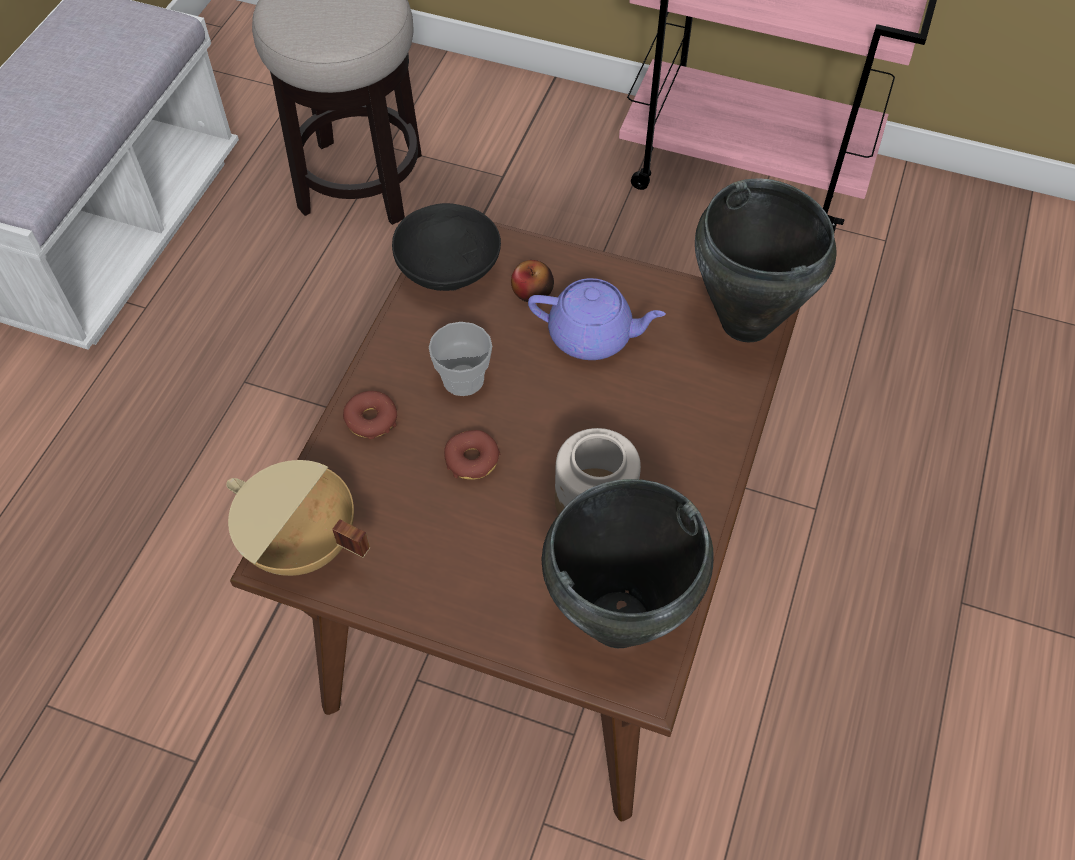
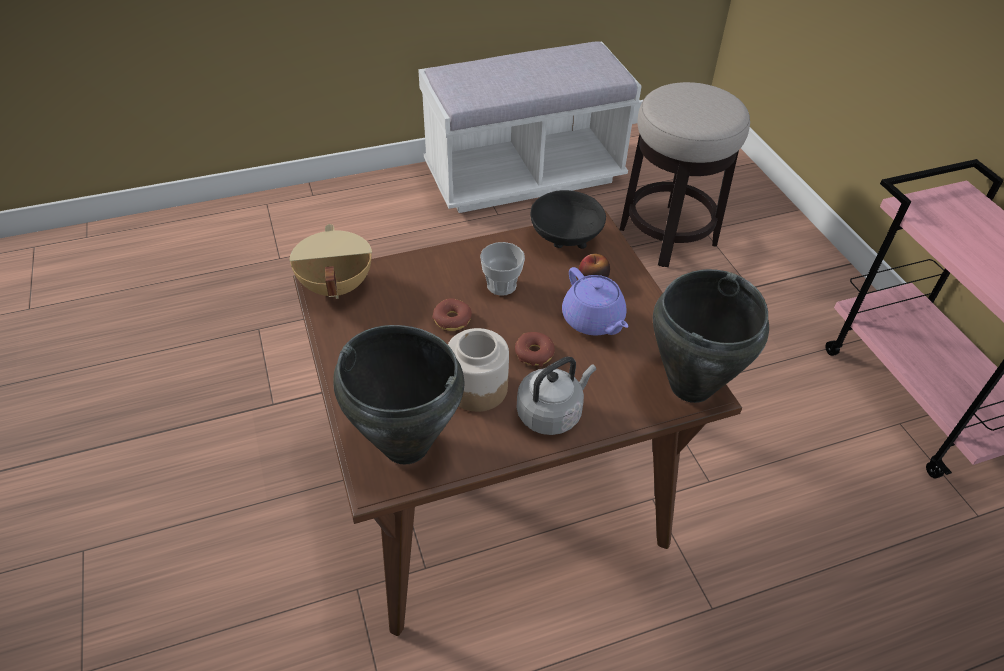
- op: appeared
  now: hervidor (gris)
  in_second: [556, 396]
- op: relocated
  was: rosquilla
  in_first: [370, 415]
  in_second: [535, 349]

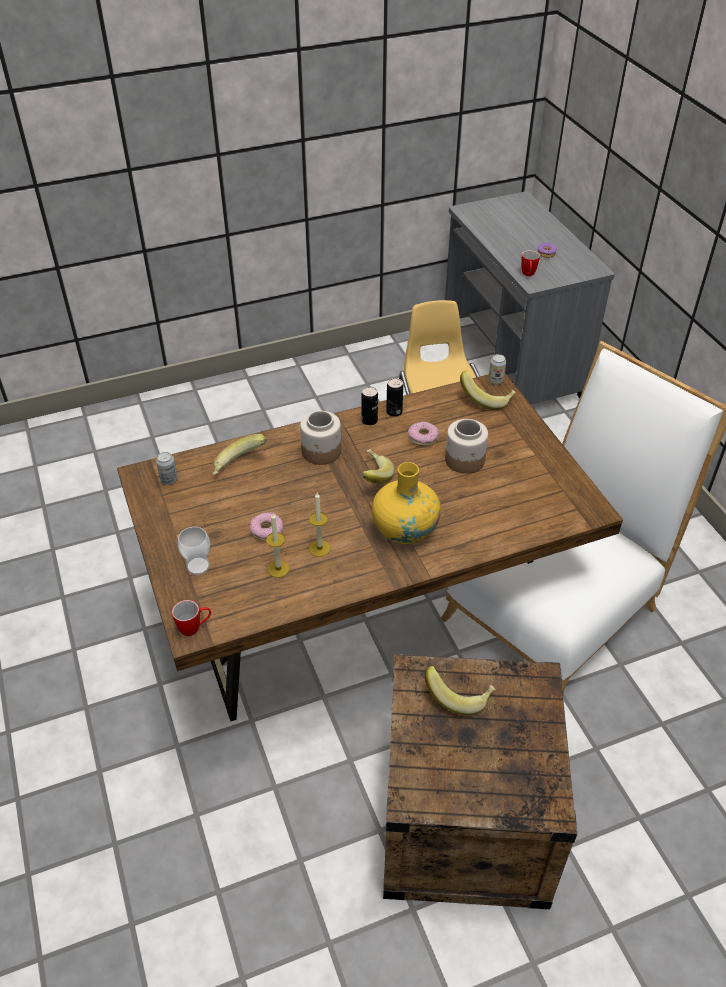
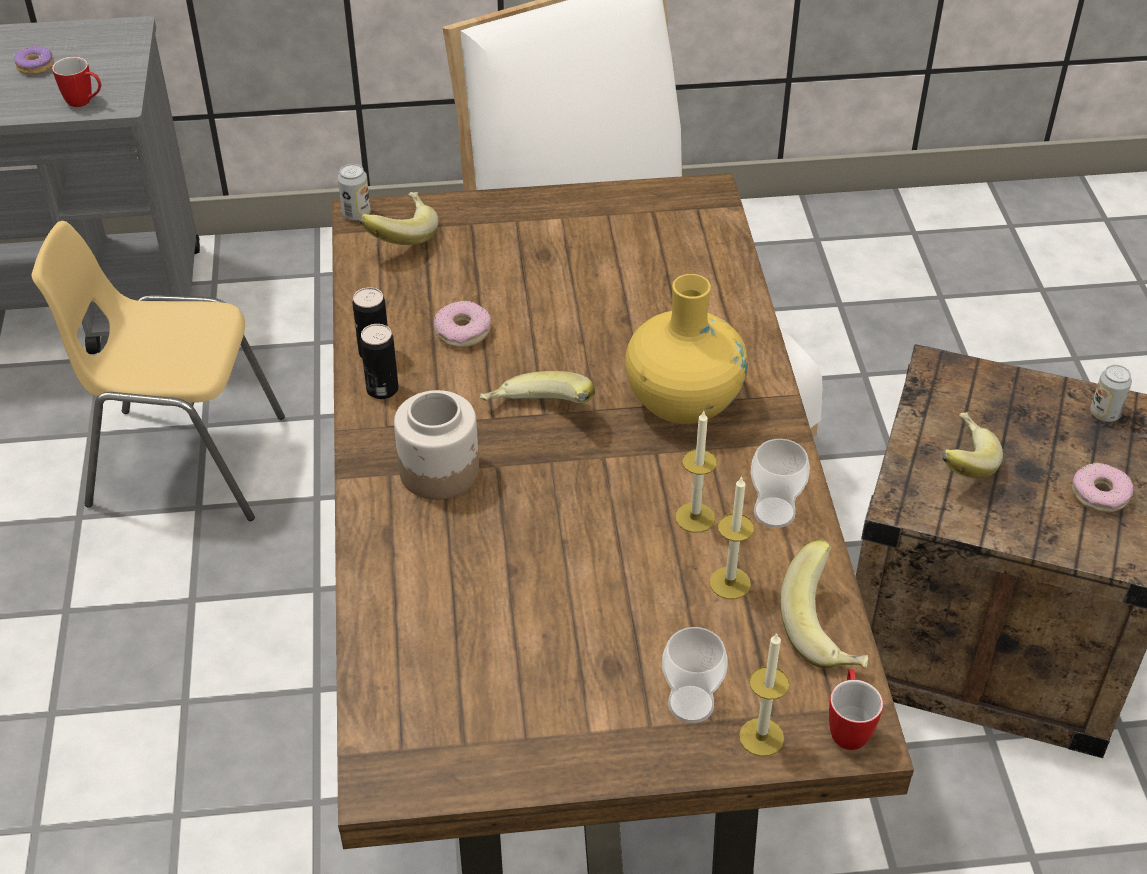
- op: missing
  was: tarro
  in_first: [466, 446]
- op: appeared
  now: vela
  in_second: [764, 694]
- op: appeared
  now: taza
  in_second: [780, 483]
- op: relocated
  was: lata
  in_first: [167, 468]
  in_second: [1111, 393]
- op: relocated
  was: plátano
  in_first: [239, 454]
  in_second: [824, 603]
- op: relocated
  was: rosquilla
  in_first: [266, 526]
  in_second: [1102, 488]

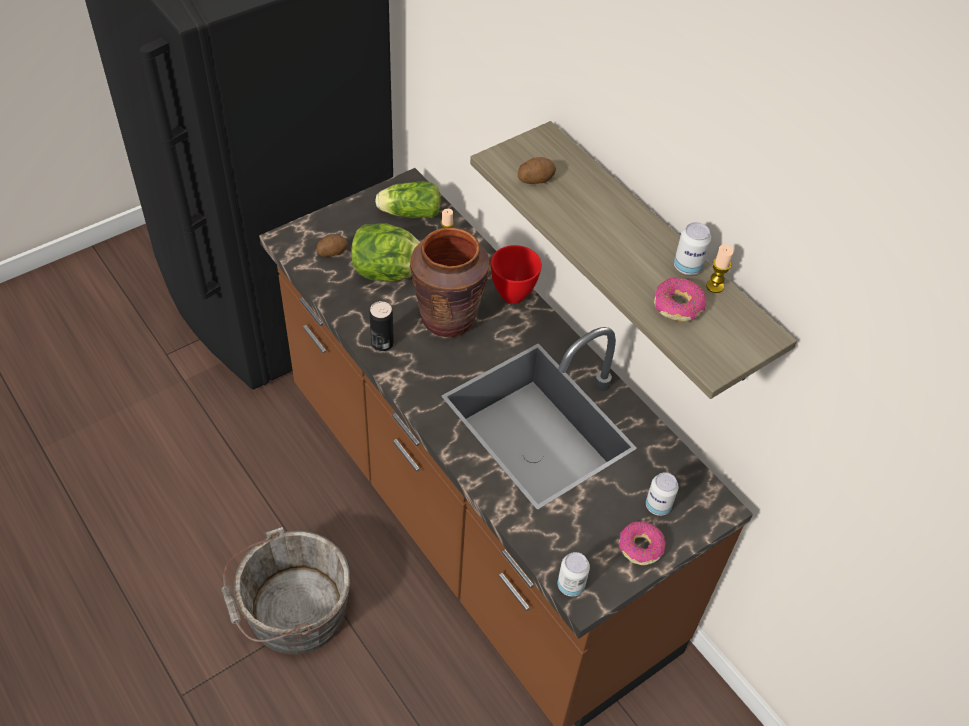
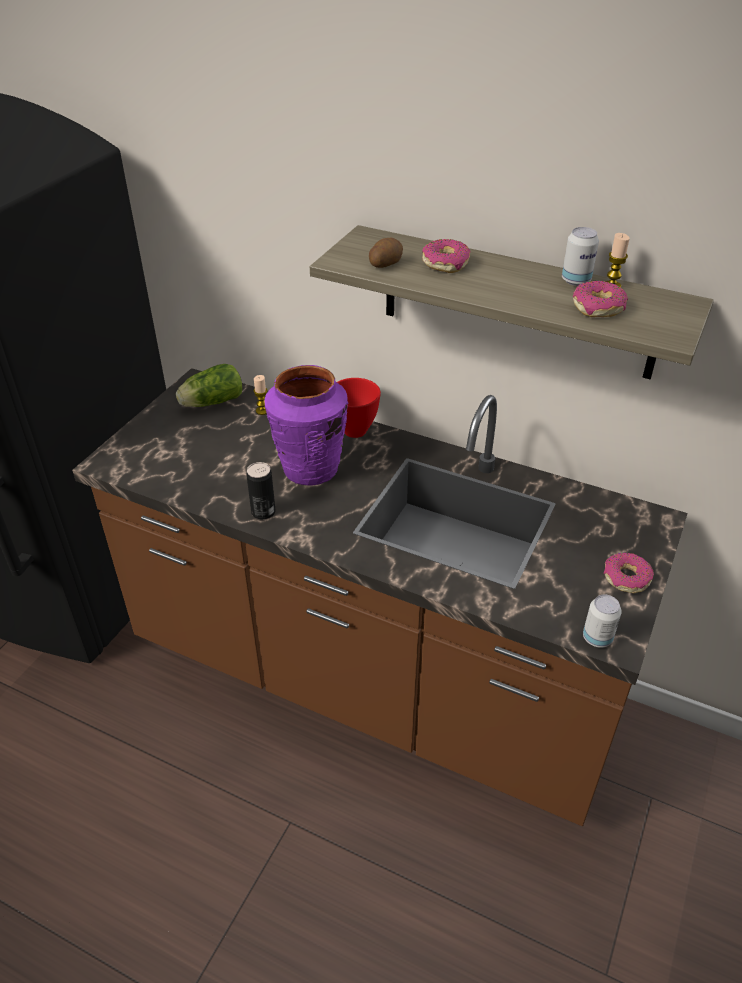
- op: missing
  was: cubo (gris)
  in_first: [285, 590]
- op: missing
  was: patata
  in_first: [332, 246]
- op: missing
  was: lechuga
  in_first: [385, 252]
- op: missing
  was: lata
  in_first: [662, 494]
- op: appeared
  now: rosquilla
  in_second: [446, 256]
- op: colour
  was: florero (marrón)
  now: florero (morado)
  in_first: [449, 282]
  in_second: [307, 425]

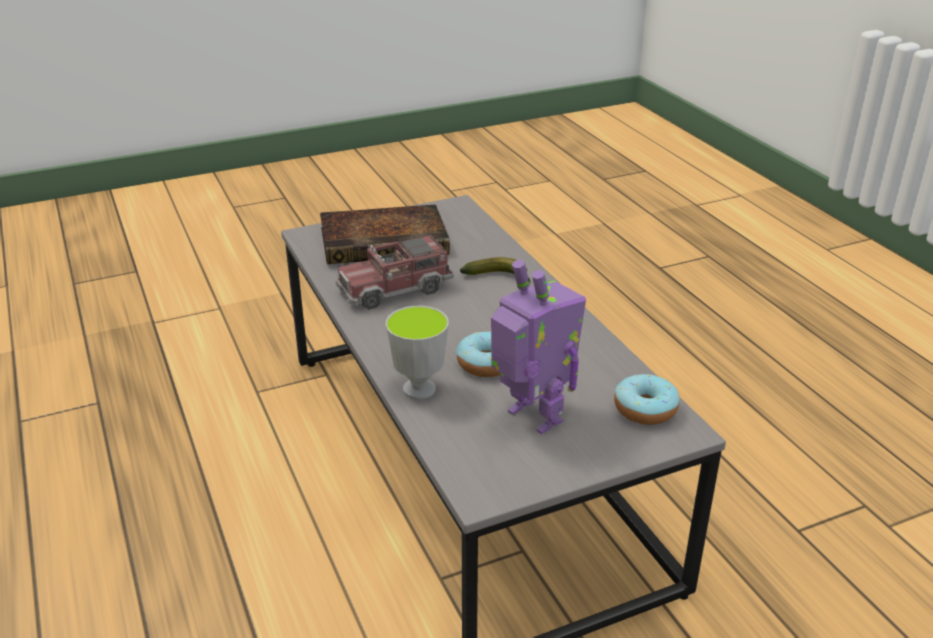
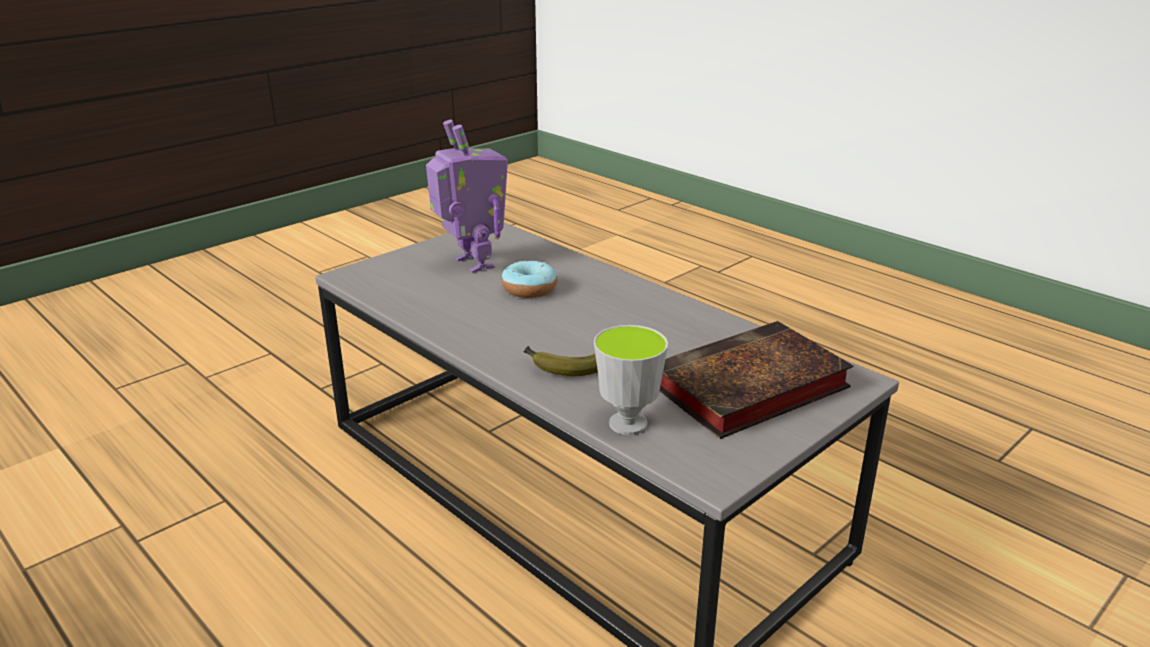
- op: missing
  was: camión de juguete
  in_first: [395, 271]
- op: missing
  was: rosquilla
  in_first: [646, 399]
- op: relocated
  was: taza
  in_first: [417, 352]
  in_second: [631, 380]
- op: spun
  was: robot de juguete
  in_first: [538, 347]
  in_second: [467, 196]
  clockwise: -150

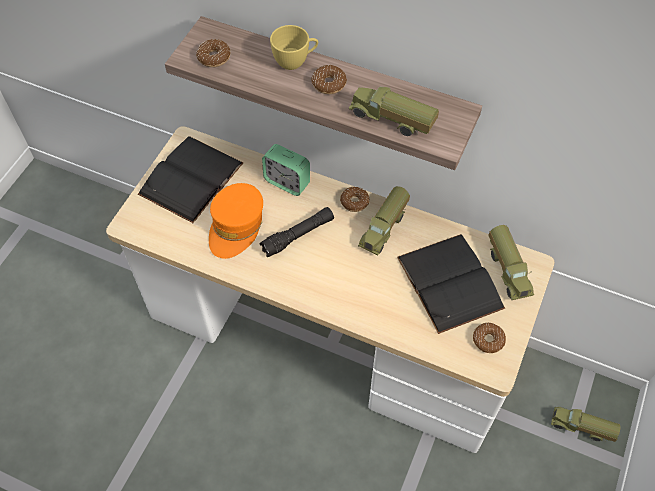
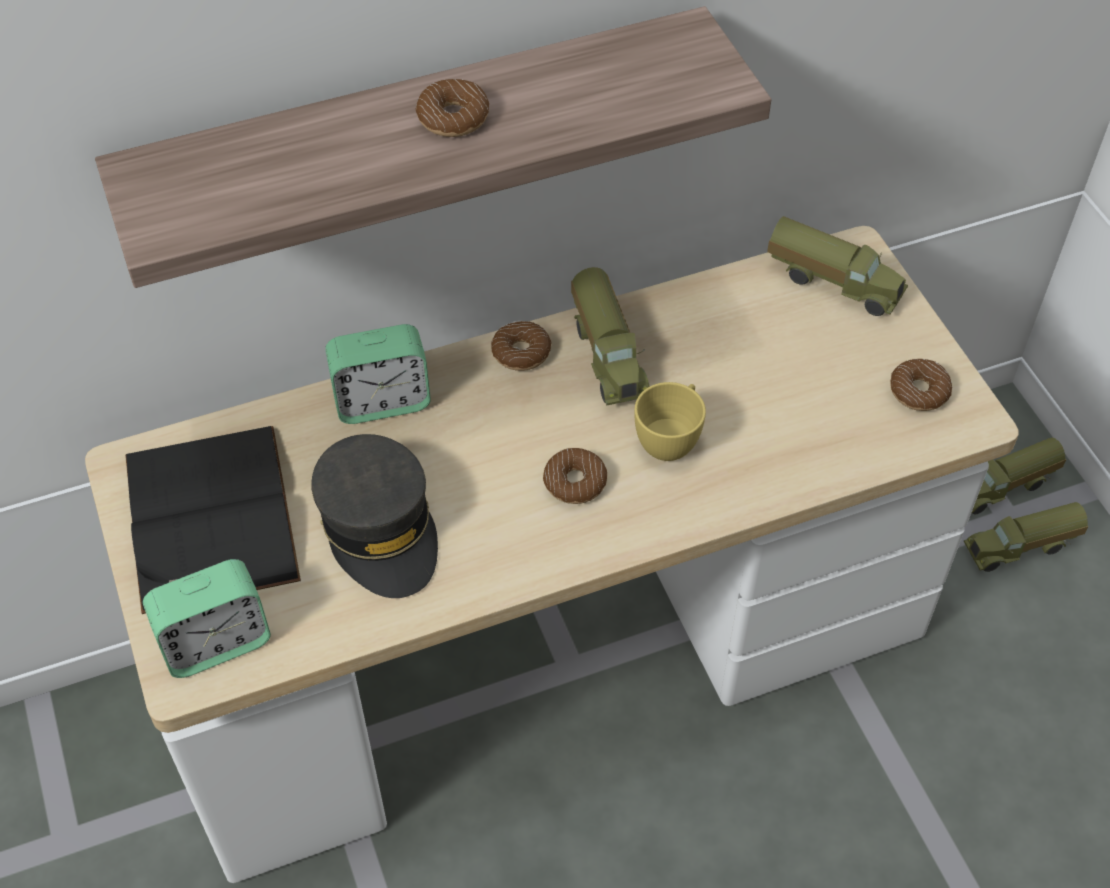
- op: missing
  was: linterna (negro)
  in_first: [297, 232]
- op: missing
  was: libro (negro)
  in_first: [451, 284]
- op: appeared
  now: despertador
  in_second: [207, 618]
- op: relocated
  was: rosquilla
  in_first: [213, 53]
  in_second: [575, 476]
- op: relocated
  was: taza (amarillo)
  in_first: [294, 47]
  in_second: [670, 421]
- op: relocated
  was: camión de juguete
  in_first: [394, 111]
  in_second: [1026, 537]
- op: colour
  was: gorra (naranja)
  now: gorra (gris)
  in_first: [236, 221]
  in_second: [374, 516]

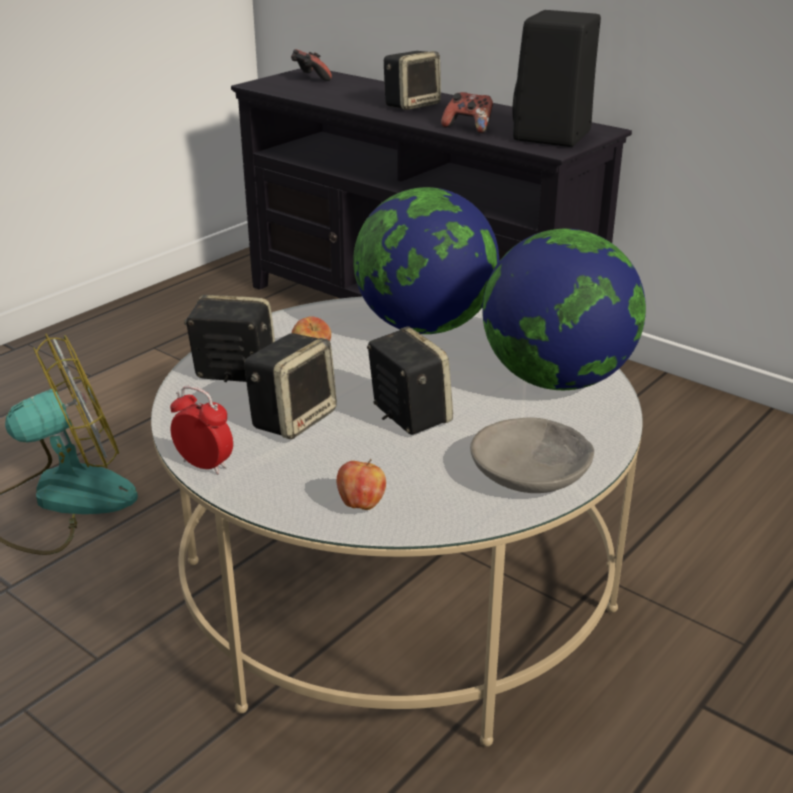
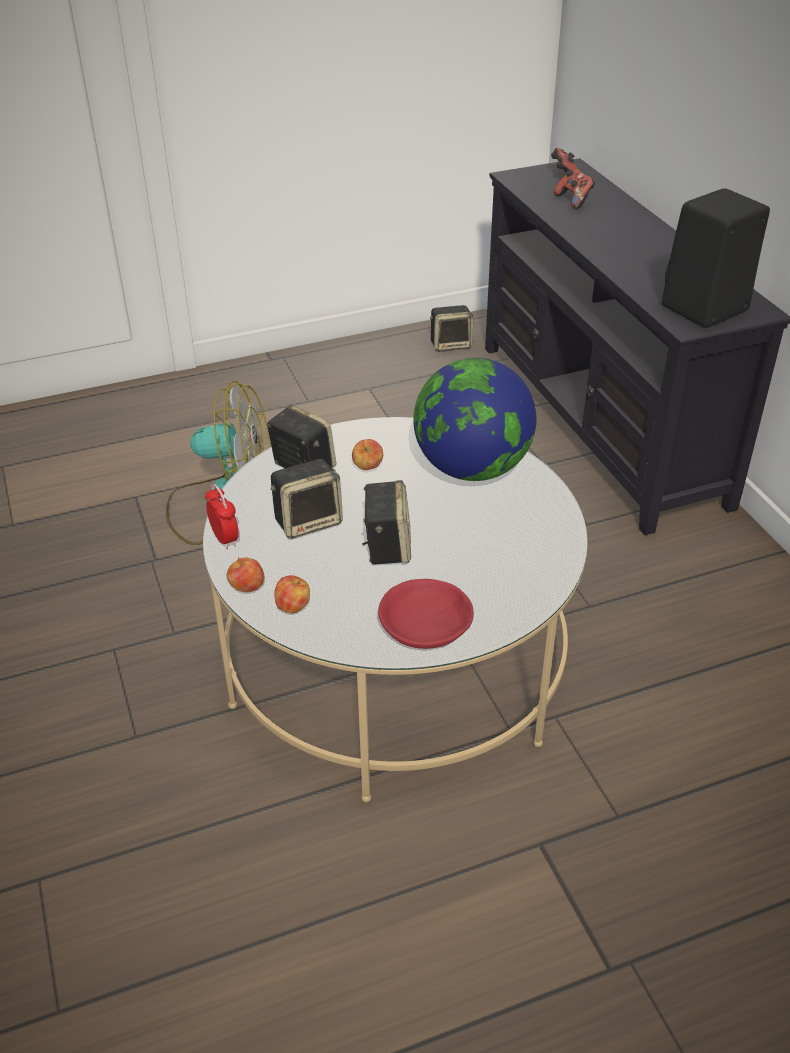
- op: missing
  was: globo terráqueo
  in_first: [564, 309]
- op: appeared
  now: manzana
  in_second: [245, 574]
- op: relocated
  was: altavoz
  in_first: [412, 80]
  in_second: [451, 328]
- op: relocated
  was: mando de consola
  in_first: [467, 112]
  in_second: [574, 189]
- op: colour
  was: cuenco (gris)
  now: cuenco (rojo)
  in_first: [532, 455]
  in_second: [426, 614]

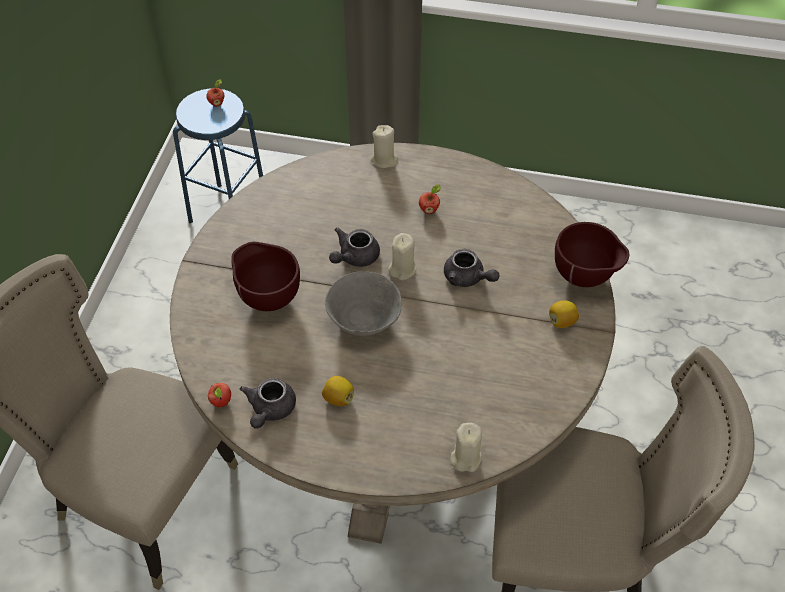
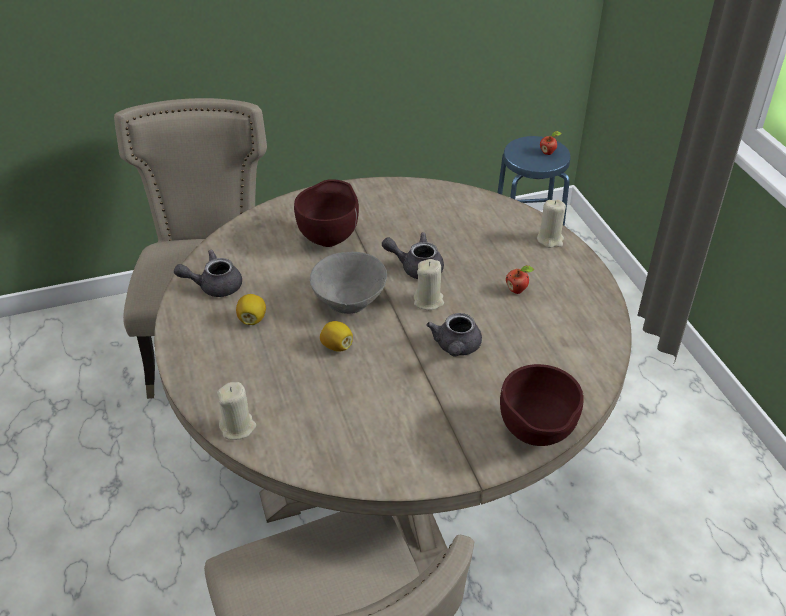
- op: missing
  was: manzana
  in_first: [219, 395]
- op: relocated
  was: limón
  in_first: [564, 314]
  in_second: [336, 336]

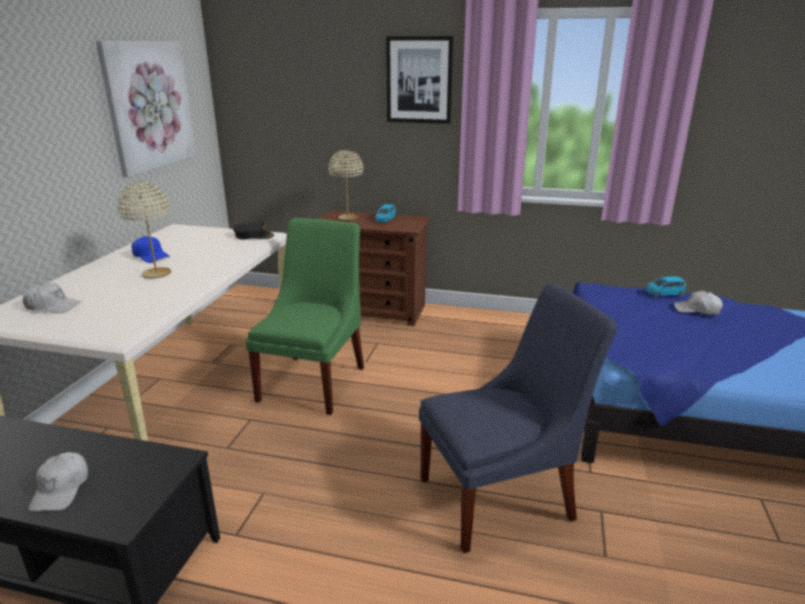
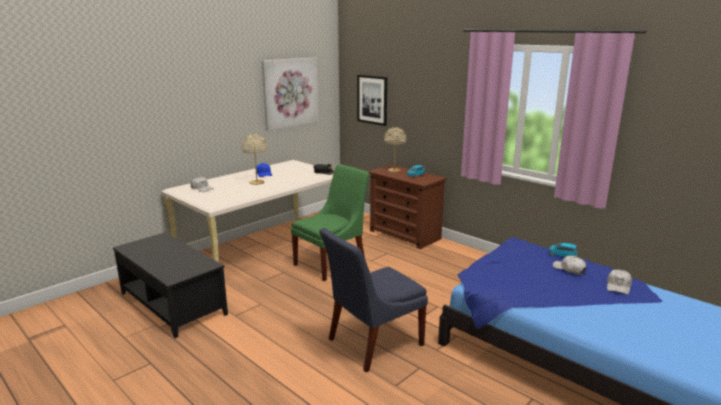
- op: relocated
  was: gorra (blanco)
  in_first: [58, 481]
  in_second: [619, 282]
- op: relocated
  was: cuadro
  in_first: [419, 80]
  in_second: [372, 100]
- op: spun
  was: silla (azul)
  in_first: [518, 418]
  in_second: [373, 300]
  clockwise: 135

